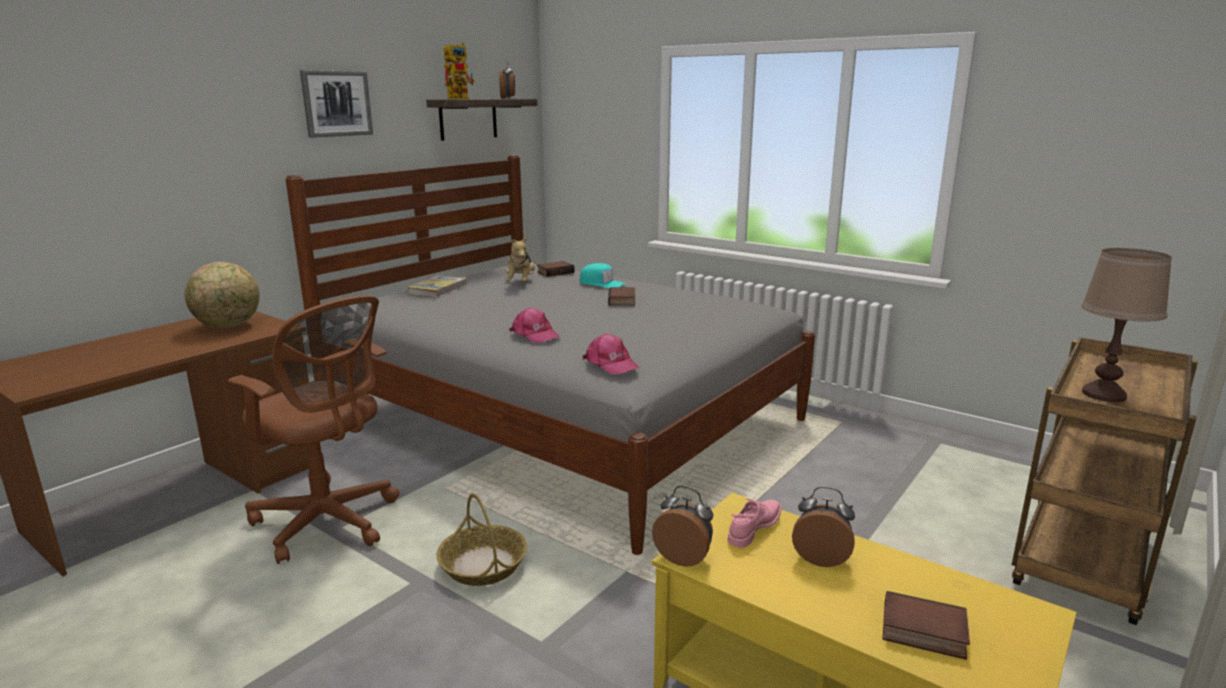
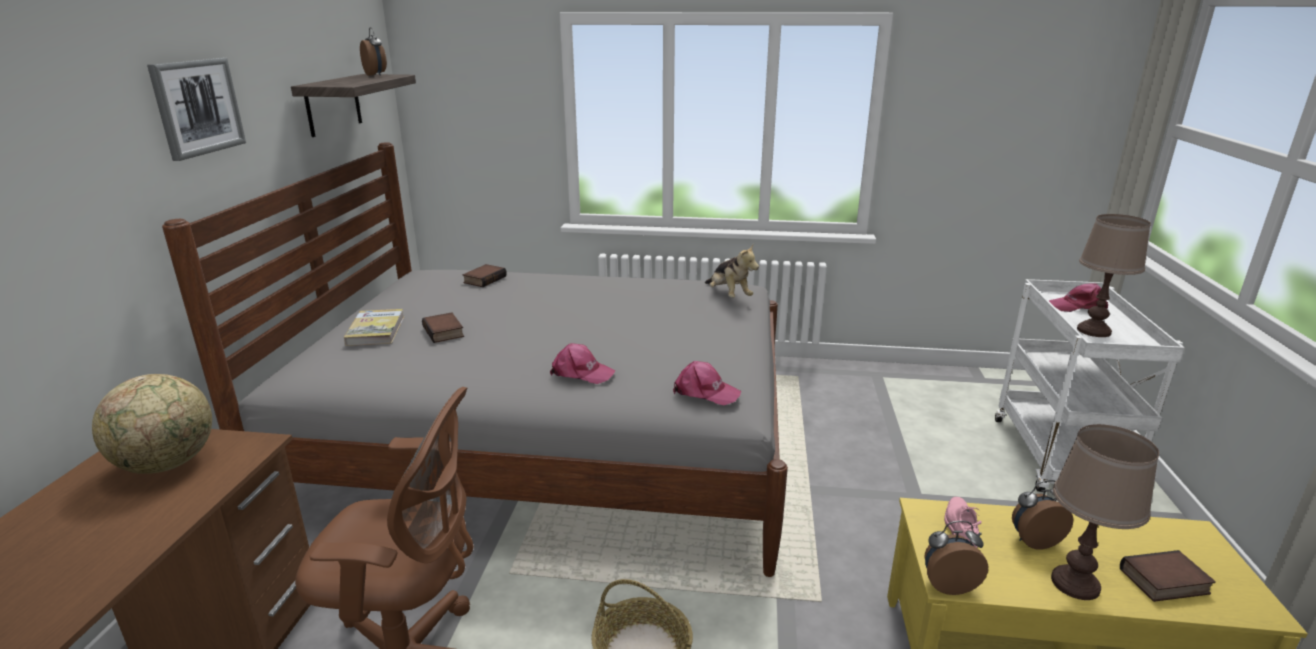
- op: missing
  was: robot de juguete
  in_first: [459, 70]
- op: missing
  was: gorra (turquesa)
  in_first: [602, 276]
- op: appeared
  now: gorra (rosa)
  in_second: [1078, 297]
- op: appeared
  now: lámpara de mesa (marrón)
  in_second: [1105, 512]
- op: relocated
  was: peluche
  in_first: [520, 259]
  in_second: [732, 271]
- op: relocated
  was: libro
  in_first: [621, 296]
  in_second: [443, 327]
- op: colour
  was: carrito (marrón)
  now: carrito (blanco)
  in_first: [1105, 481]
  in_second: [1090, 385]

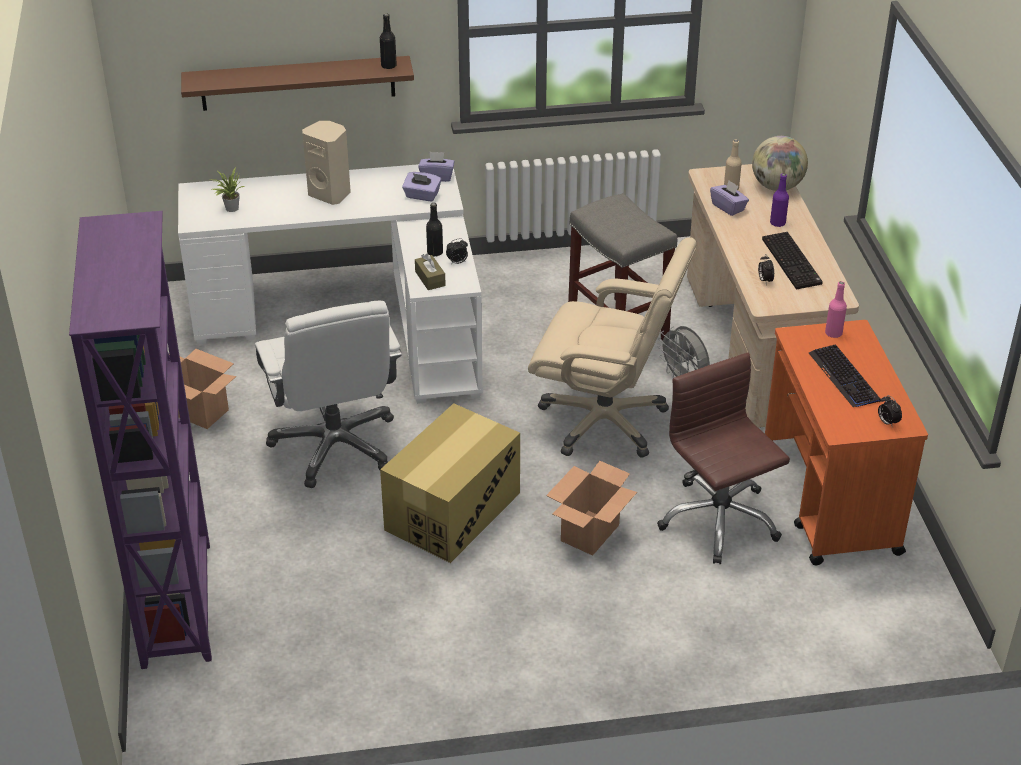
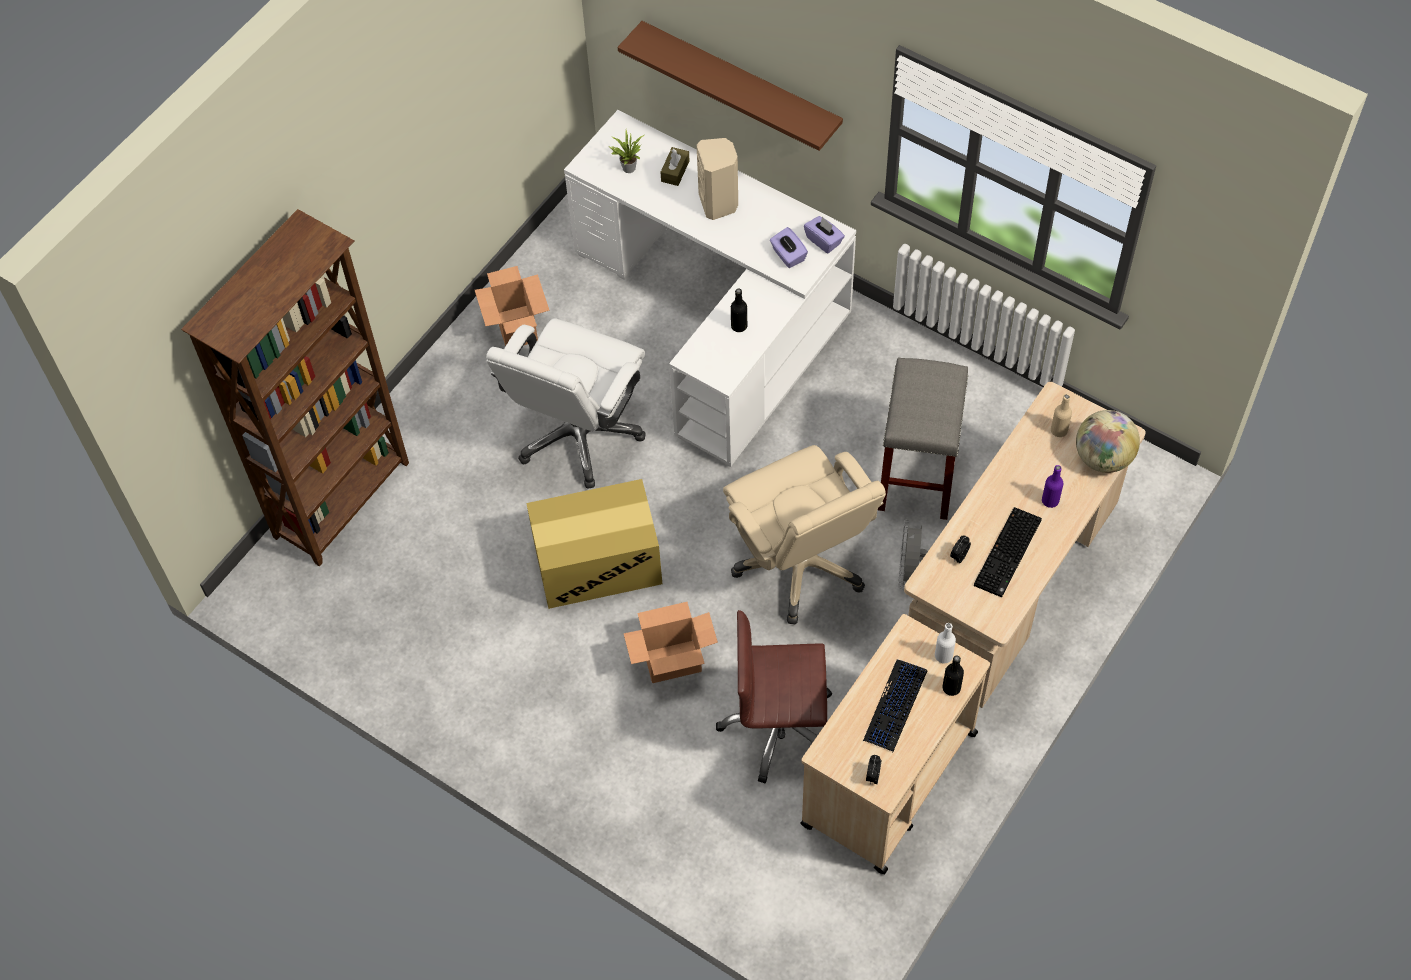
- op: missing
  was: despertador
  in_first: [457, 251]
- op: missing
  was: caja de pañuelos (morado)
  in_first: [729, 198]
- op: relocated
  was: botella (negro)
  in_first: [388, 41]
  in_second: [953, 675]
- op: relocated
  was: caja de pañuelos (marrón)
  in_first: [430, 272]
  in_second: [675, 166]
- op: colour
  was: estantería (morado)
  now: estantería (marrón)
  in_first: [140, 440]
  in_second: [295, 387]
- op: colour
  was: carrito (naranja)
  now: carrito (beis)
  in_first: [846, 442]
  in_second: [895, 744]
- op: colour
  was: botella (rosa)
  now: botella (blanco)
  in_first: [836, 309]
  in_second: [945, 643]
- op: spun
  was: silla de oficina (marrón)
  in_first: [723, 458]
  in_second: [774, 696]
  clockwise: -105

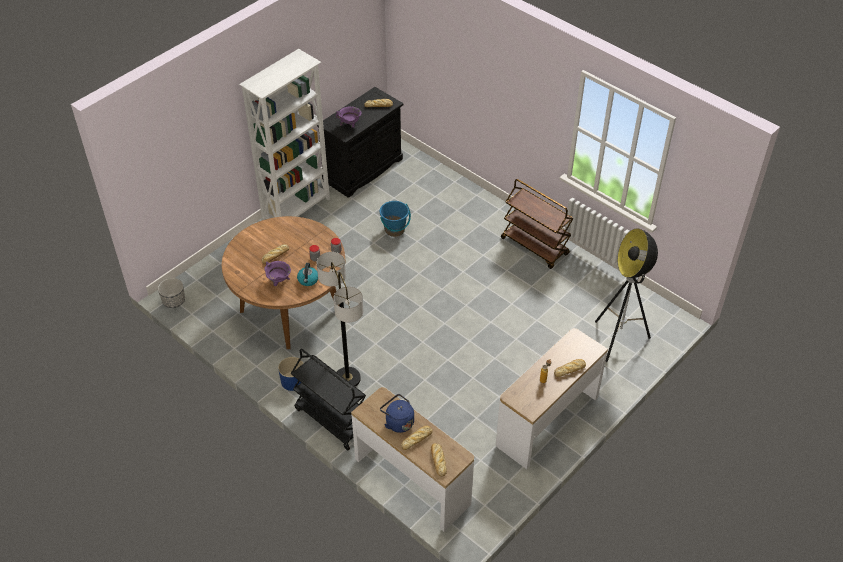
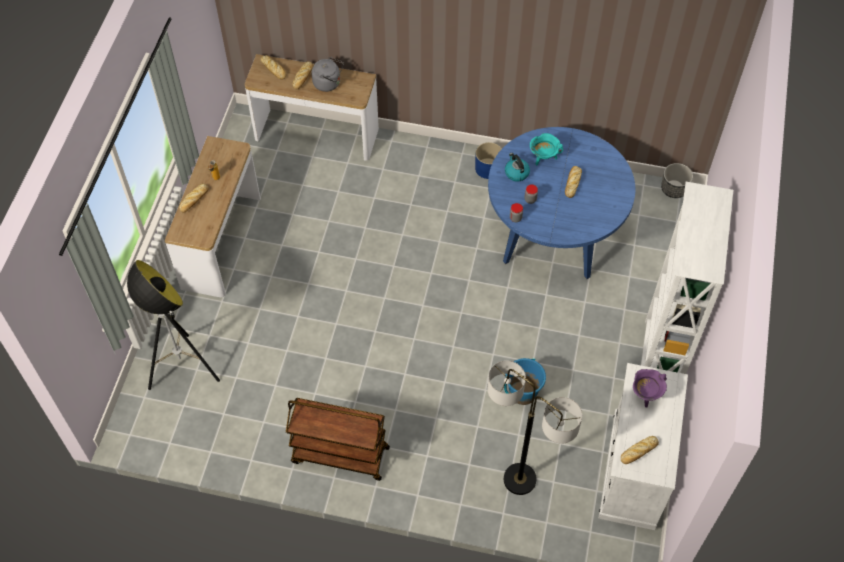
- op: missing
  was: carrito (negro)
  in_first: [328, 400]
- op: relocated
  was: lámpara de pie
  in_first: [340, 319]
  in_second: [534, 428]
- op: colour
  was: mesa de comedor (marrón)
  now: mesa de comedor (azul)
  in_first: [283, 282]
  in_second: [561, 203]
- op: colour
  was: olla (morado)
  now: olla (turquesa)
  in_first: [277, 273]
  in_second: [546, 149]
- op: colour
  was: armario (negro)
  now: armario (blanco)
  in_first: [360, 142]
  in_second: [643, 446]
- op: colour
  was: hervidor (azul)
  now: hervidor (gris)
  in_first: [397, 413]
  in_second: [327, 74]

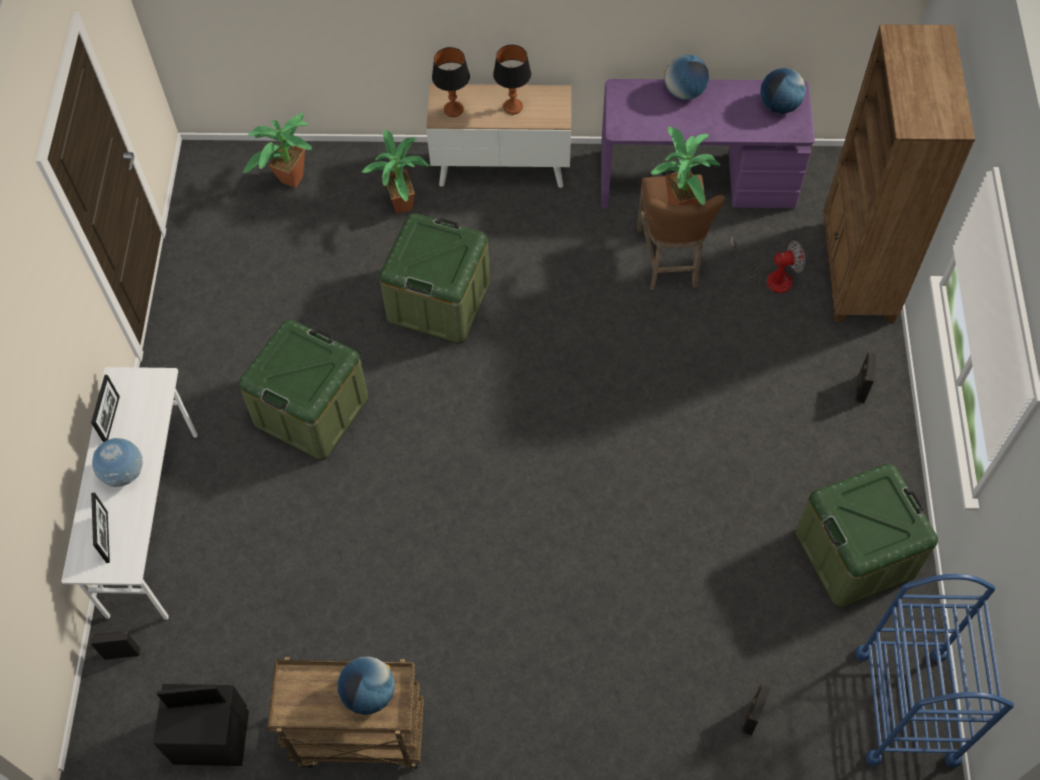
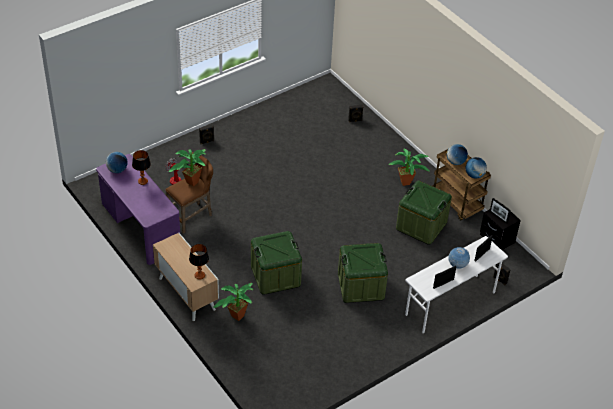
- op: missing
  was: estantería (marrón)
  in_first: [899, 173]
- op: missing
  was: carrito (azul)
  in_first: [934, 671]
- op: relocated
  was: planta en maceta
  in_first: [277, 150]
  in_second: [409, 167]
- op: relocated
  was: lámpara de mesa
  in_first: [512, 80]
  in_second: [141, 167]
- op: relocated
  was: globo terráqueo
  in_first: [686, 77]
  in_second: [476, 168]
- op: relocated
  was: caja de almacenaje (verde)
  in_first: [866, 535]
  in_second: [424, 213]

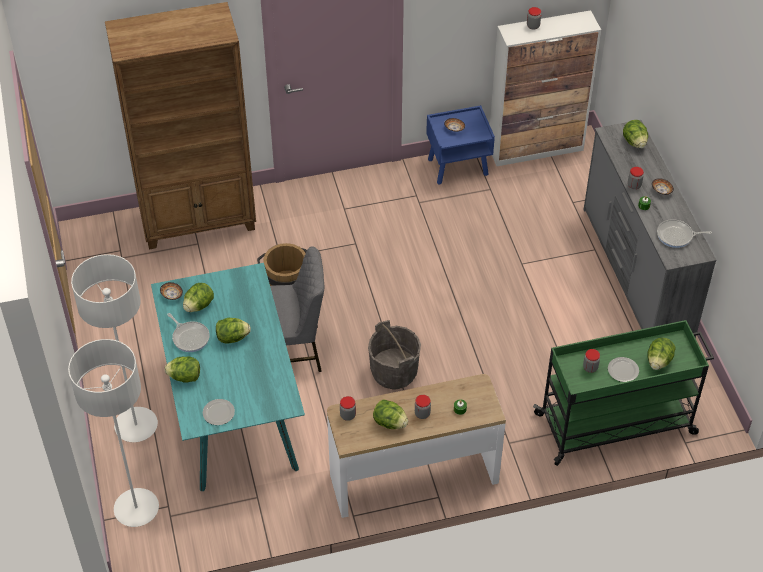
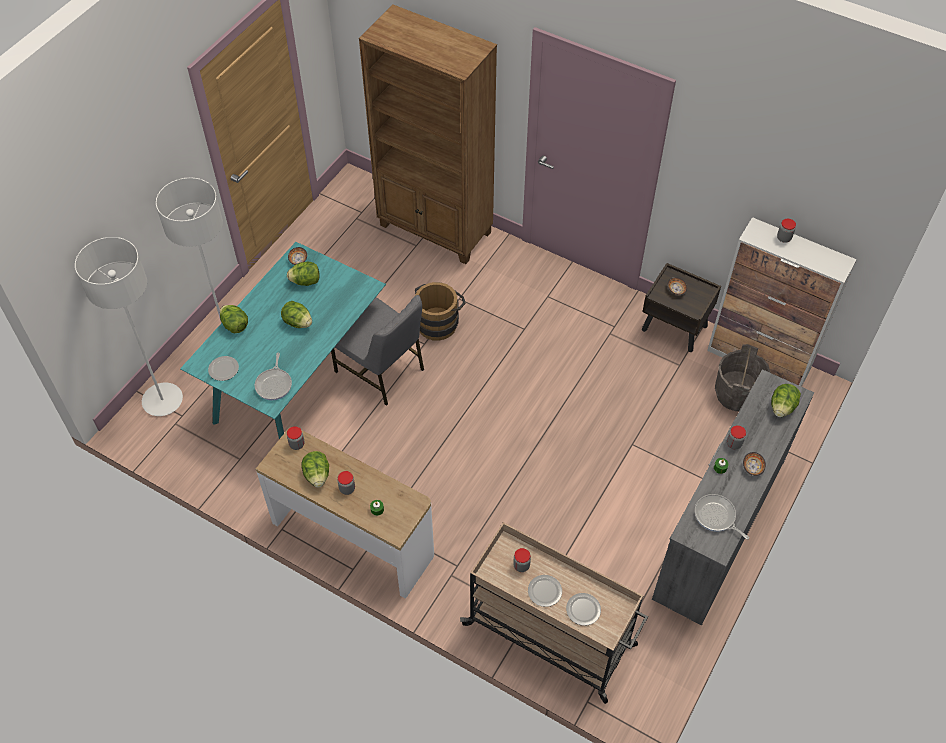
- op: relocated
  was: sartén
  in_first: [188, 332]
  in_second: [273, 376]
- op: relocated
  was: cubo (gris)
  in_first: [394, 354]
  in_second: [743, 377]
- op: exchanged
  was: lechuga
  now: plato
  in_first: [661, 354]
  in_second: [583, 609]
- op: colour
  was: mesita de noche (azul)
  now: mesita de noche (marrón)
  in_first: [460, 144]
  in_second: [681, 307]
- op: colour
  was: carrito (verde)
  now: carrito (beis)
  in_first: [623, 393]
  in_second: [554, 613]

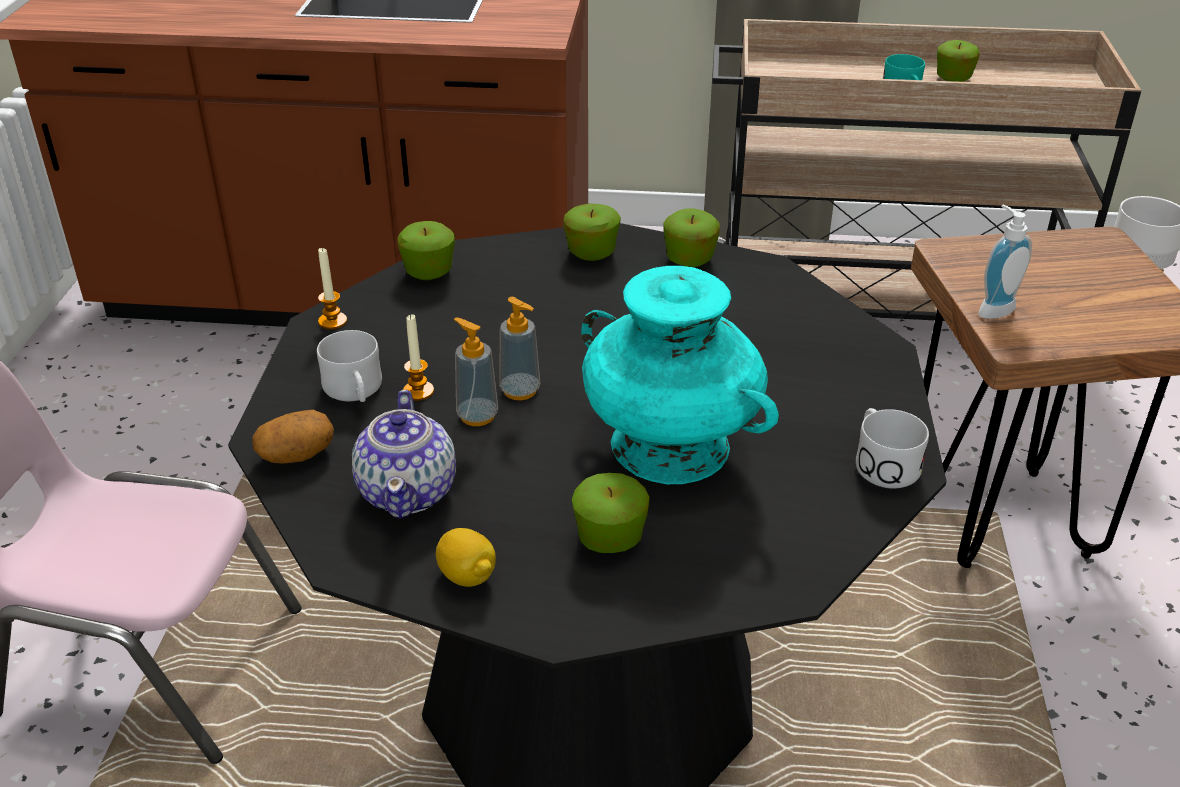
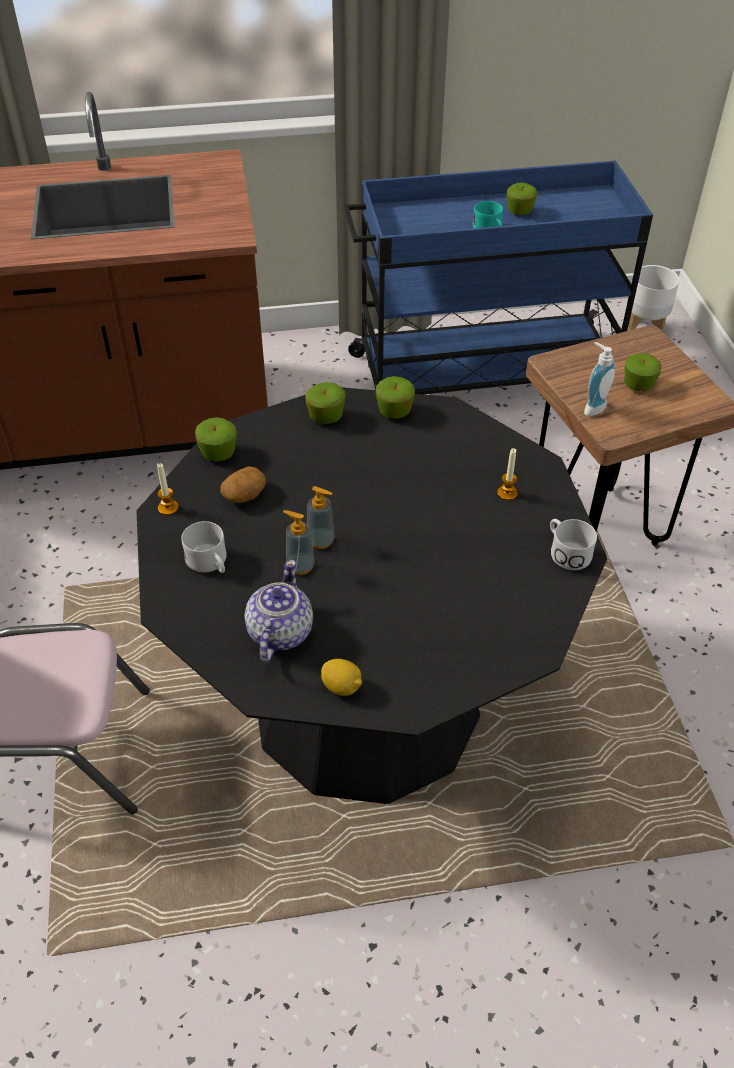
- op: missing
  was: florero (turquesa)
  in_first: [680, 375]
- op: relocated
  was: patata
  in_first: [293, 437]
  in_second: [243, 484]
- op: relocated
  was: vela
  in_first: [418, 357]
  in_second: [507, 474]
- op: relocated
  was: manzana
  in_first: [610, 513]
  in_second: [643, 372]
- op: colour
  was: carrito (beis)
  now: carrito (azul)
  in_first: [926, 170]
  in_second: [498, 277]
- op: spun
  was: tetera
  in_first: [404, 454]
  in_second: [278, 611]
  clockwise: -150

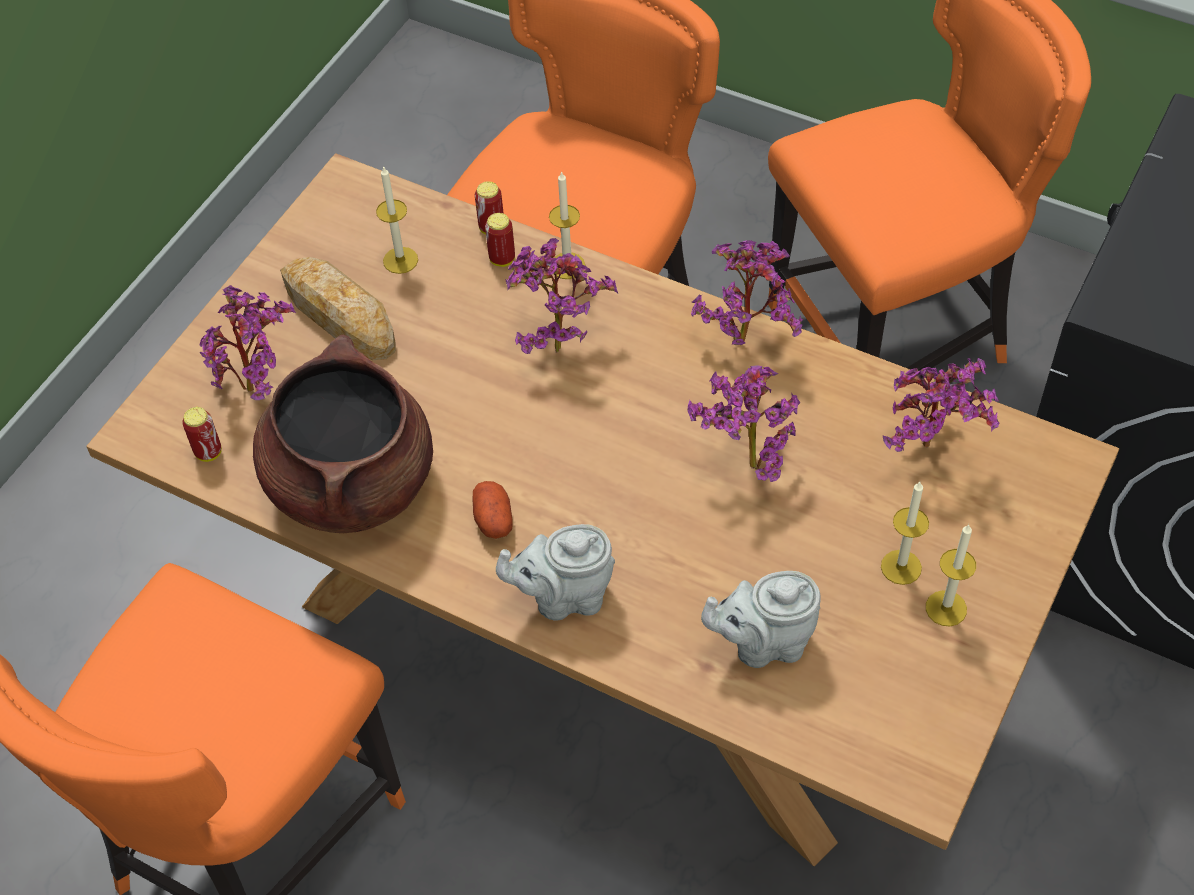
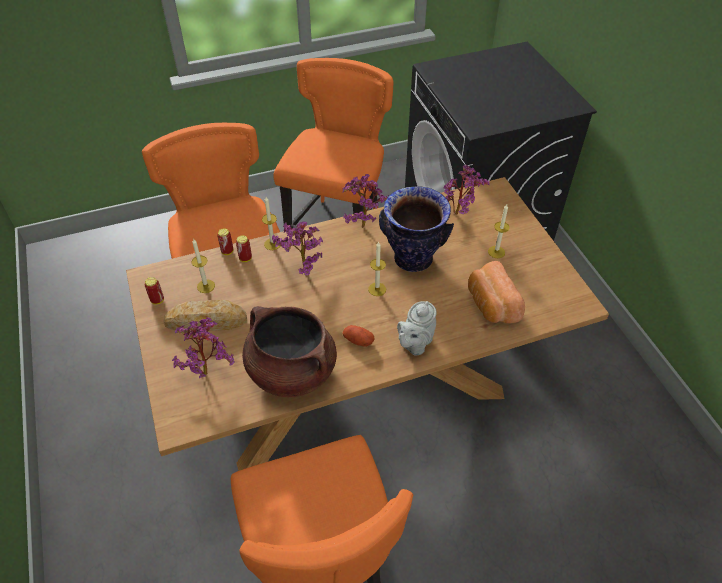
- op: relocated
  was: lata
  in_first: [202, 434]
  in_second: [154, 291]
- op: relocated
  was: vela
  in_first: [951, 575]
  in_second: [377, 269]
- op: exchanged
  was: planta en maceta
  now: florero
  in_first: [743, 423]
  in_second: [416, 229]
- op: exchanged
  was: tetera (gris)
  now: pan
  in_first: [760, 619]
  in_second: [496, 292]

